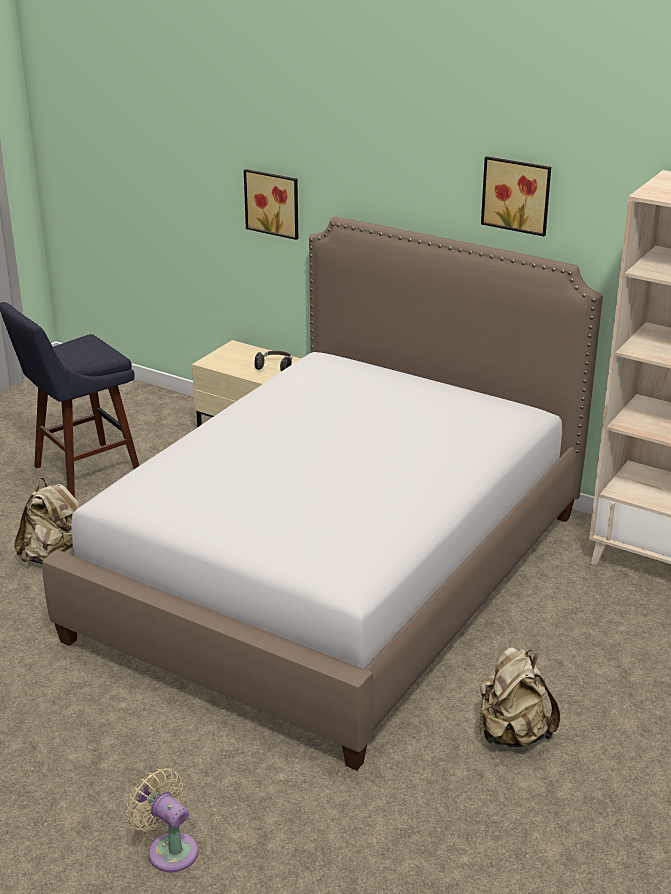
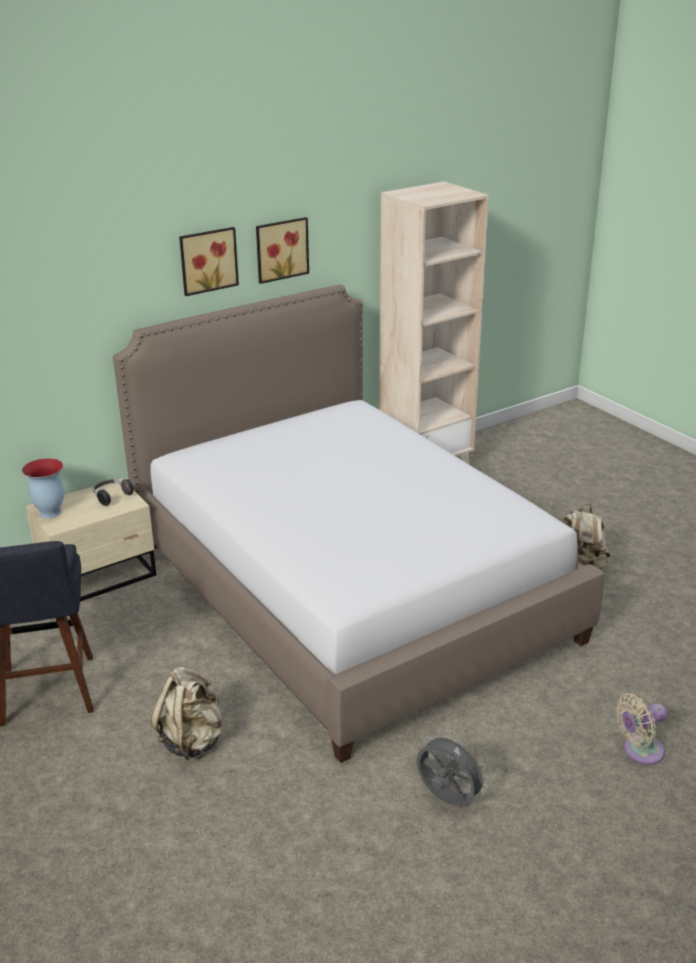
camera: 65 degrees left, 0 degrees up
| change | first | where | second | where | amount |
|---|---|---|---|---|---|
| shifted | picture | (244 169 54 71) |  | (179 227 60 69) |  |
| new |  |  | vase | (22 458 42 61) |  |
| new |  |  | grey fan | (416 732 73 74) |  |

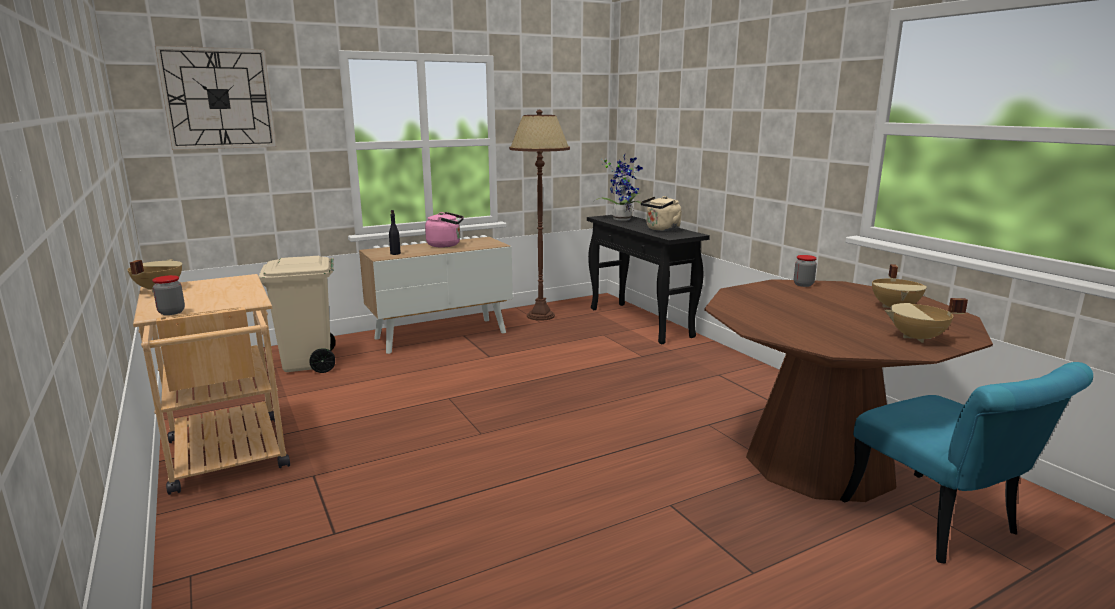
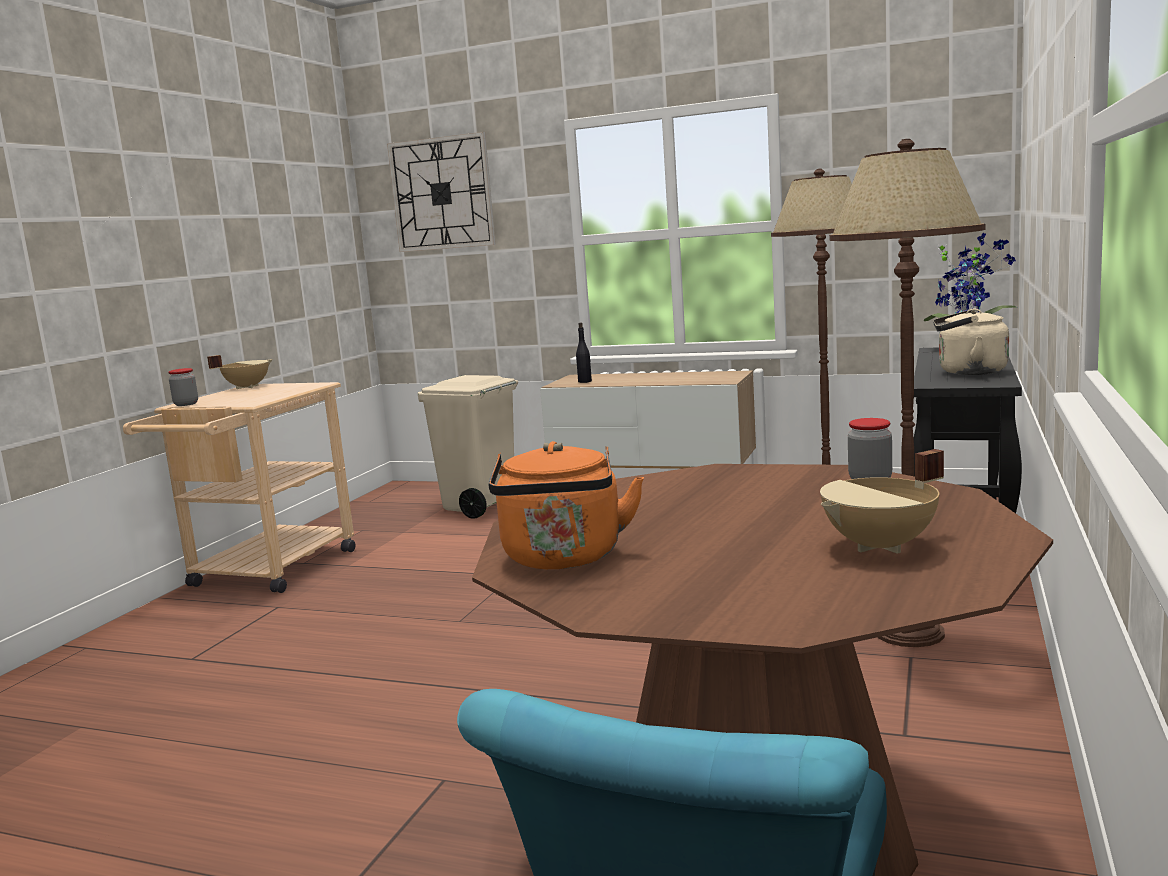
camera: 50 degrees right, 5 degrees down
| change | first | where | second | where | amount |
|---|---|---|---|---|---|
| gone | pink kettle | (425 212 39 35) |  |  |  |
| gone | beige cooking pot | (884 298 84 45) |  |  |  |
| new |  |  | brown floor lamp | (829 139 156 508) |  |
| new |  |  | orange kettle | (489 441 155 128) |  |

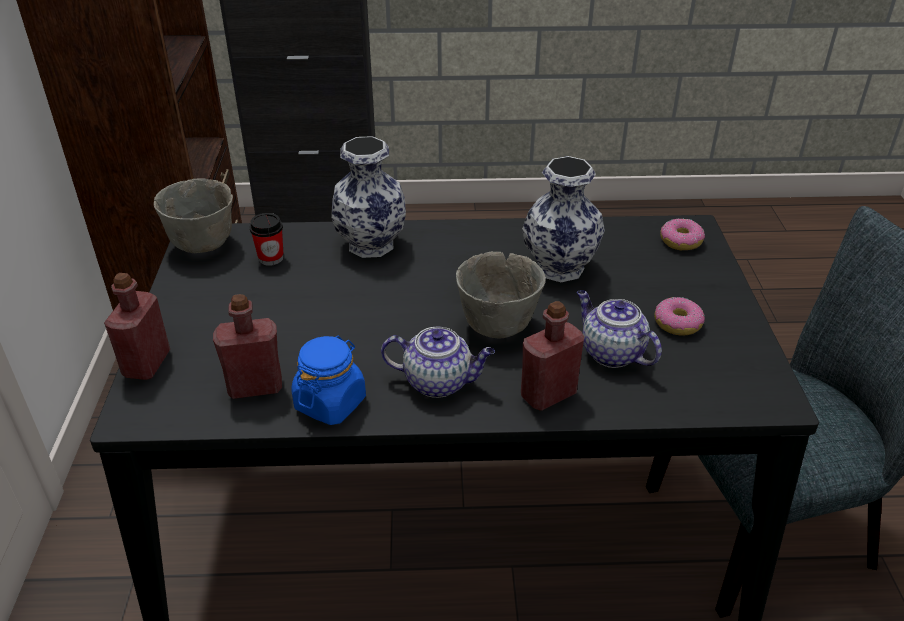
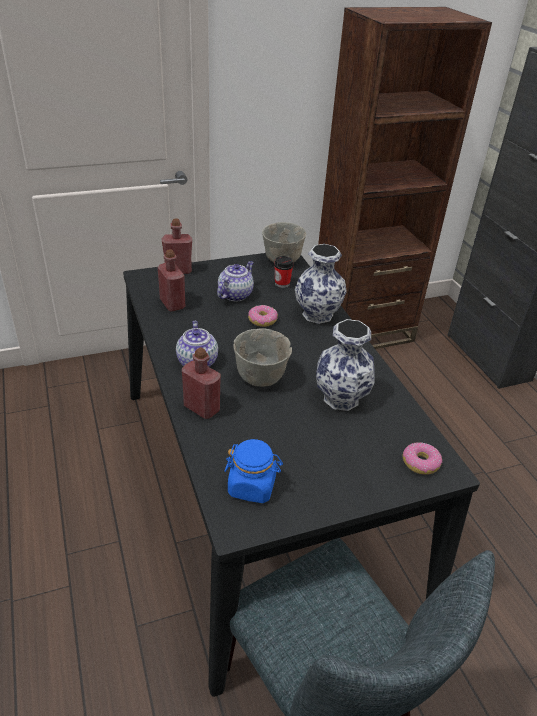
camera: 70 degrees right, 0 degrees up
| change | first | where | second | where | amount |
|---|---|---|---|---|---|
| shifted | teapot | (577 290 85 78) |  | (217 261 37 41) |  |
| shifted | donut | (654 297 51 39) |  | (248 305 30 22) |  |
| shifted | blue jar | (291 336 75 89) |  | (225 439 58 64) |  |

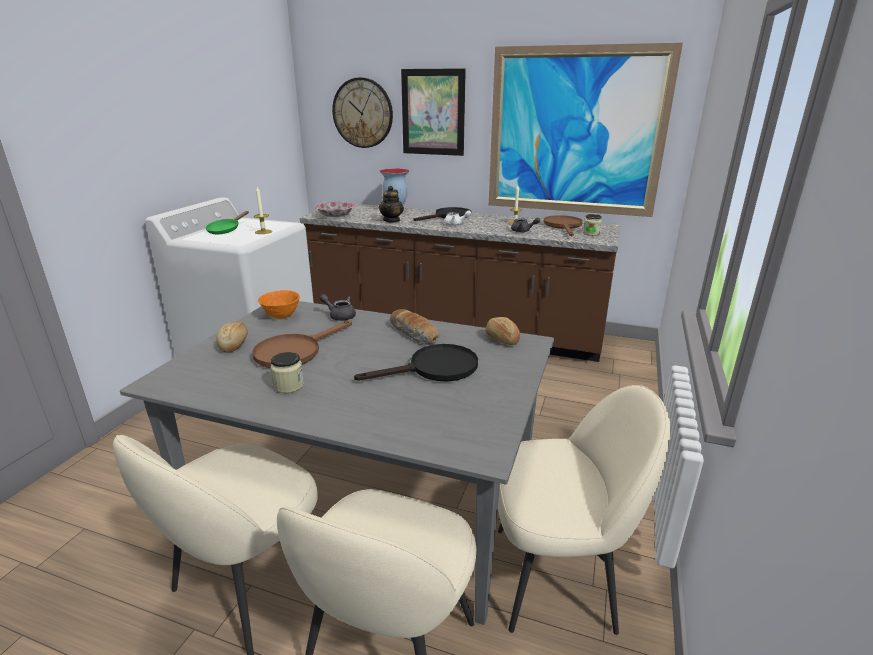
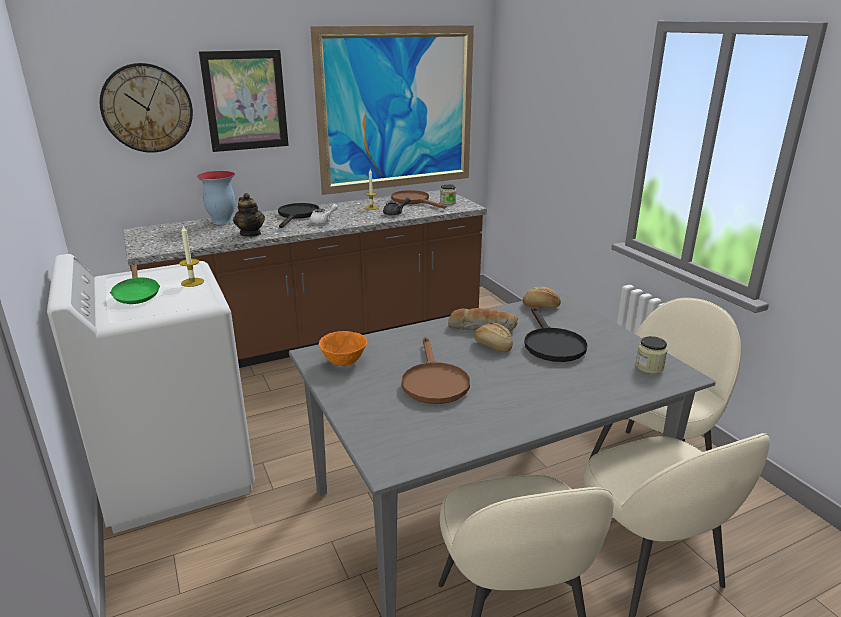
camera: 45 degrees left, 0 degrees up
| change | first | where | second | where | amount |
|---|---|---|---|---|---|
| gone | bowl | (315 202 40 15) |  |  |  |
| gone | grey teapot | (320 294 36 27) |  |  |  |
| shifted | bread | (216 321 32 32) |  | (474 322 39 30) |  |
| rotated | black frying pan | (354 344 124 37) |  | (524 307 64 55) | 150 degrees clockwise |
| shifted | jar | (271 352 33 41) |  | (635 336 32 38) |  |

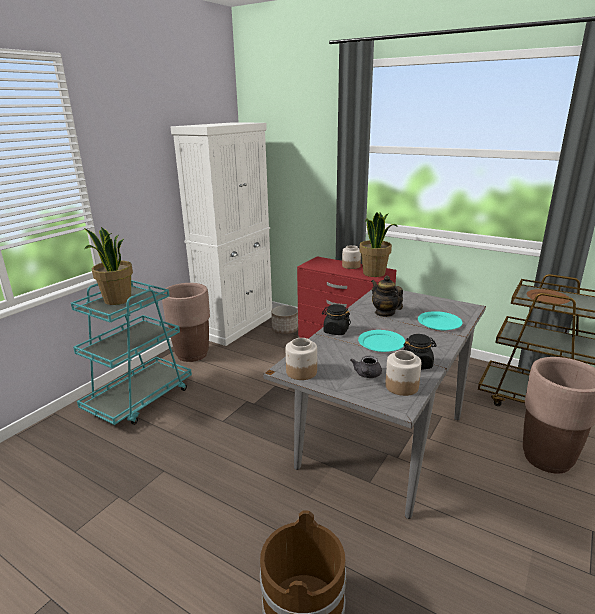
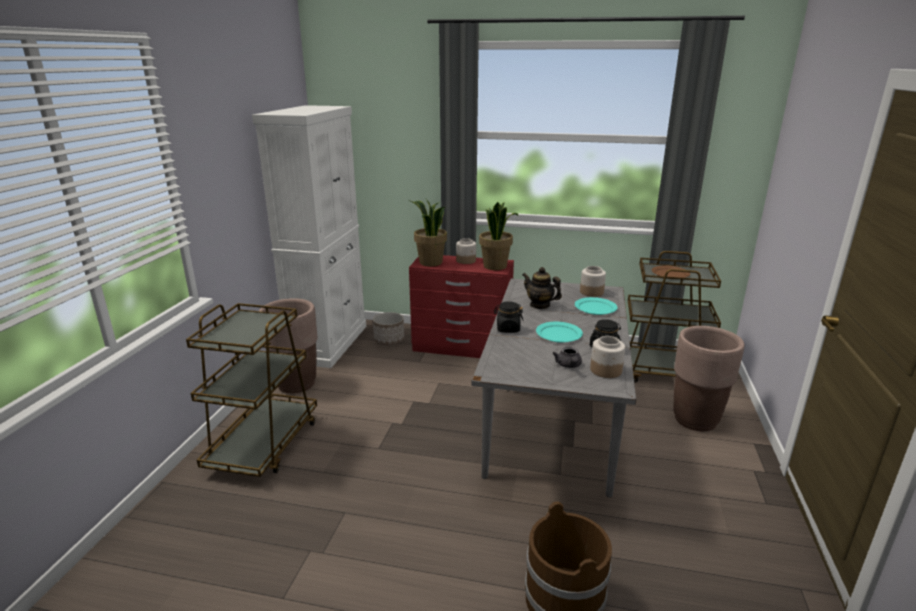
camera: 20 degrees left, 0 degrees up
| change | first | where | second | where | amount |
|---|---|---|---|---|---|
| shifted | potted plant | (84 227 49 78) |  | (409 199 38 67) |  |
| repainted | turquoise cart | (71 280 121 145) | brown cart | (186 303 131 174) |  |
| shifted | jar | (286 338 31 42) |  | (580 266 26 31) |  |

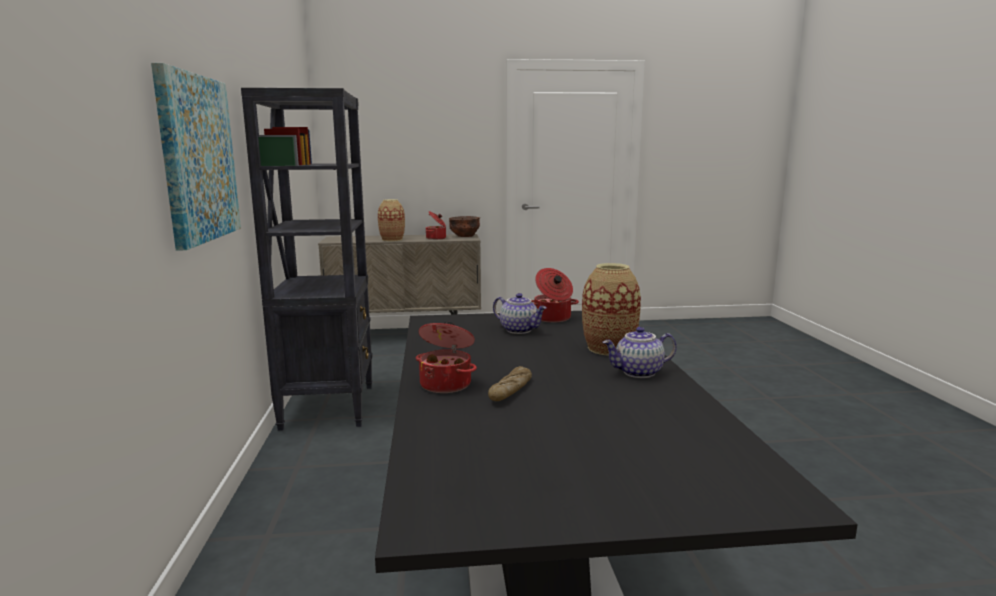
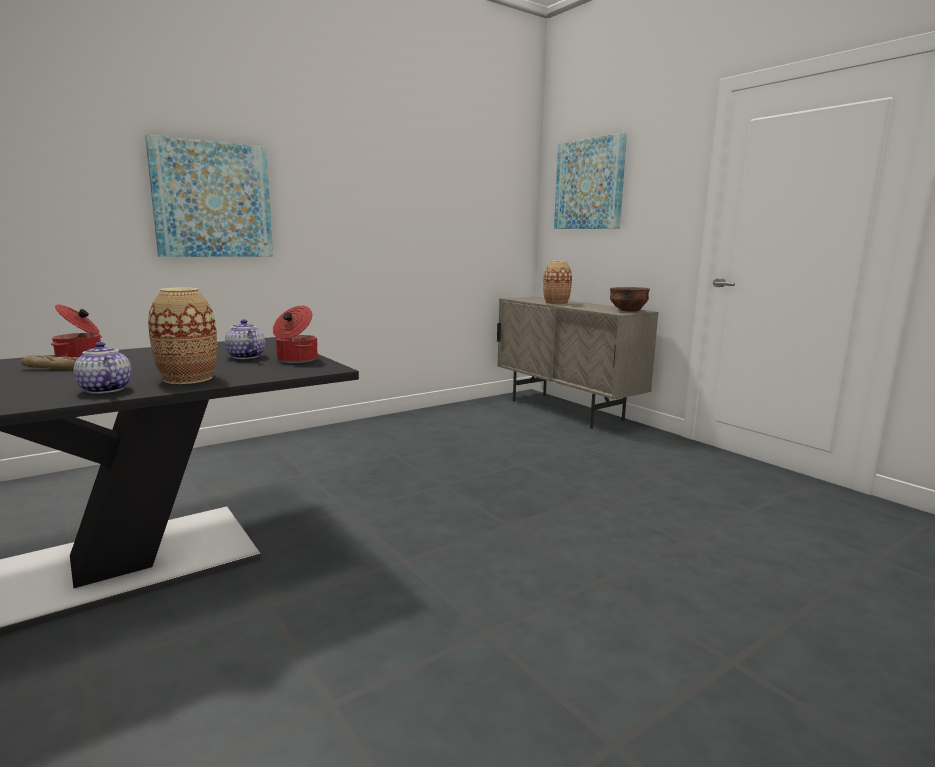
camera: 60 degrees right, 0 degrees up
| change | first | where | second | where | amount |
|---|---|---|---|---|---|
| gone | black bookcase | (241 88 132 343) |  |  |  |
| gone | cooking pot | (426 211 20 29) |  |  |  |
| rotated | teapot | (493 293 54 41) |  | (225 319 40 40) | 135 degrees clockwise |
| new |  |  | picture | (554 133 73 96) |  |

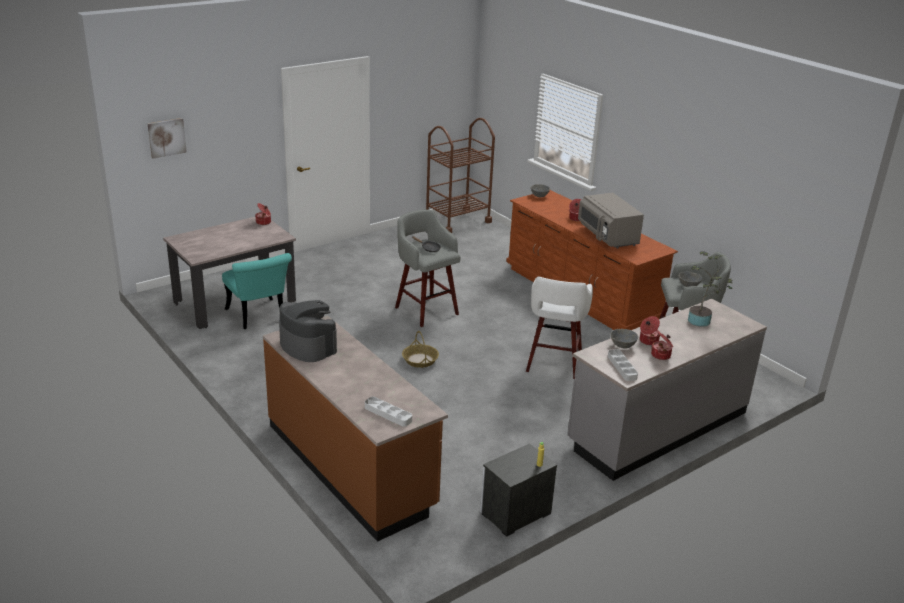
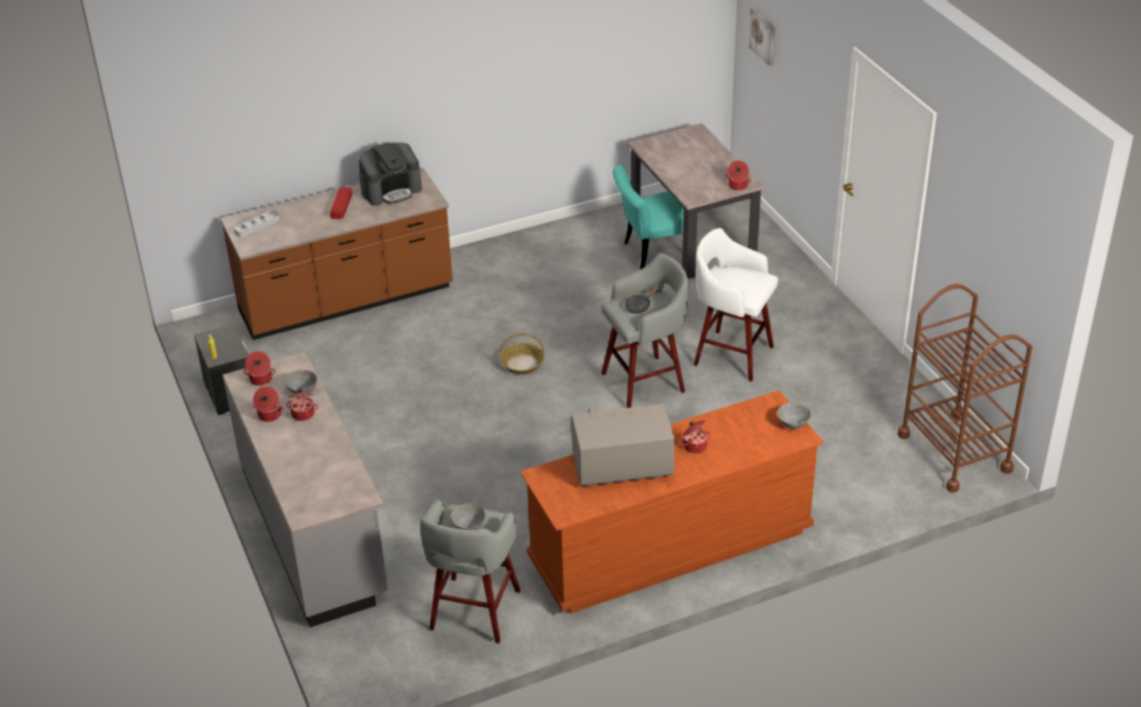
camera: 105 degrees right, 10 degrees up
| change | first | where | second | where | amount |
|---|---|---|---|---|---|
| gone | potted plant | (688 252 45 75) |  |  |  |
| shifted | white stool | (526 276 67 103) |  | (694 228 84 154) |  |
| swapped | grey tray | (608 349 30 32) | cooking pot | (243 351 33 35) |  |
| new |  |  | red tray | (330 187 22 32) |  |

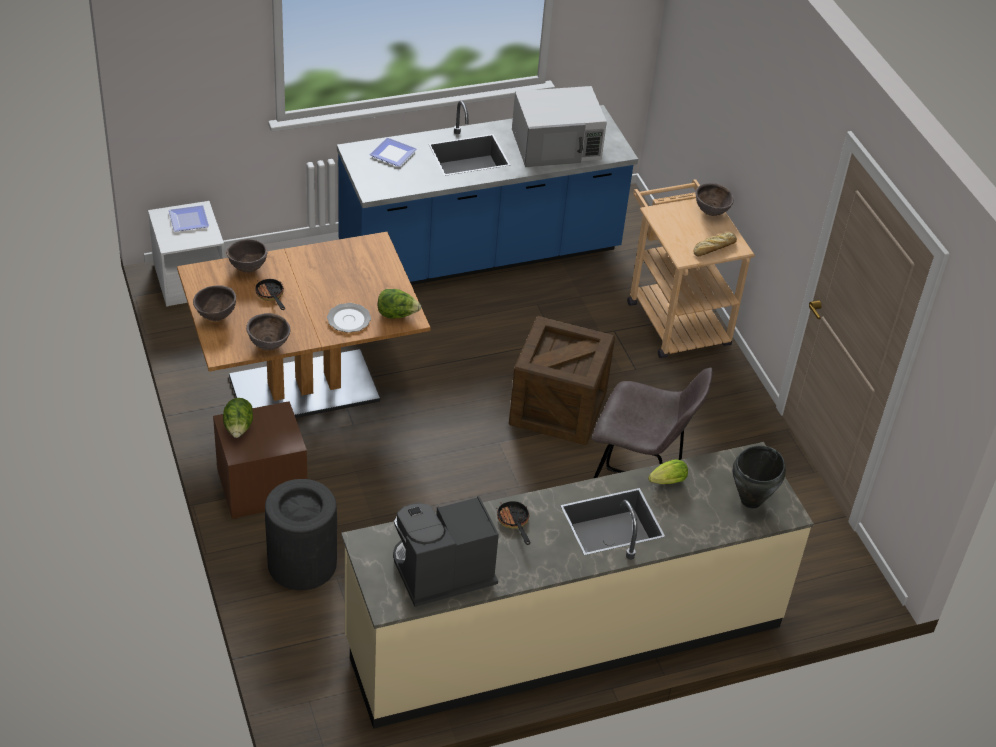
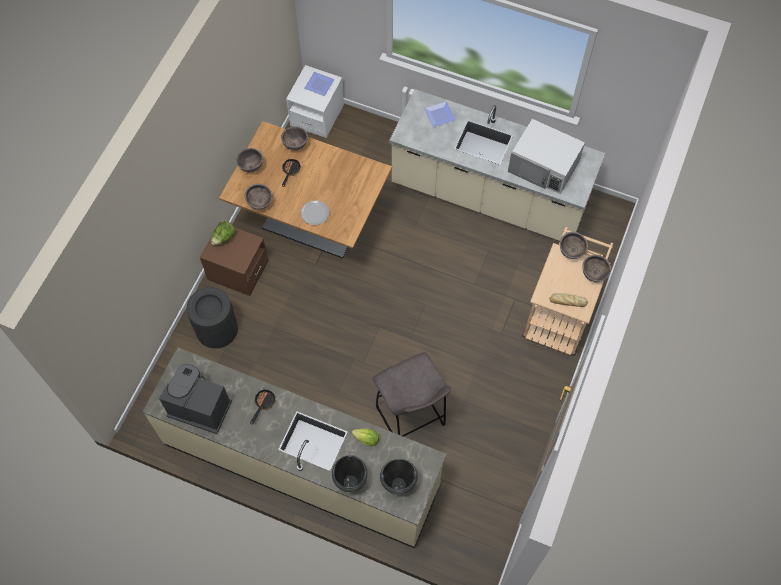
camera: 45 degrees right, 20 degrees up
| change | first | where | second | where | amount |
|---|---|---|---|---|---|
| repainted | blue counter | (337 101 301 184) | beige counter | (389 89 217 152) |  |
| gone | lettuce | (378 289 43 30) |  |  |  |
| gone | crate | (509 316 106 129) |  |  |  |
| new |  |  | brown bowl | (560 232 28 27) |  |
| new |  |  | black cooking pot | (332 455 36 37) |  |

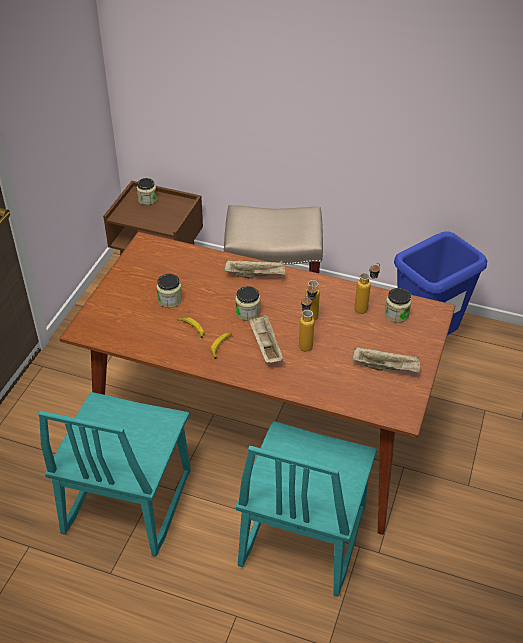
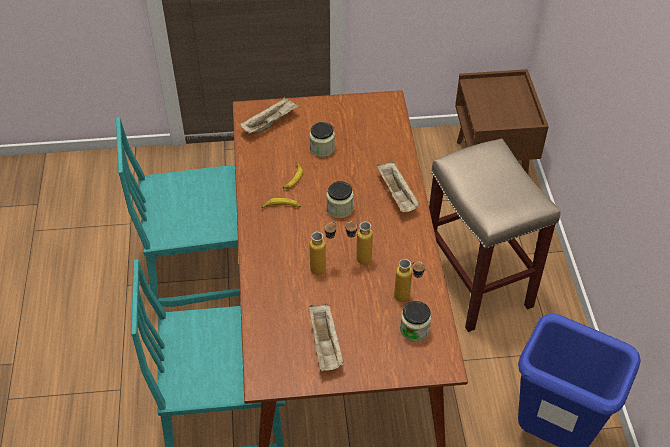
camera: 65 degrees right, 5 degrees up
| change | first | where | second | where | amount |
|---|---|---|---|---|---|
| gone | jar | (136 178 21 27) |  |  |  |
| shifted | beige tray | (249 314 35 49) |  | (240 97 59 37) |  |

